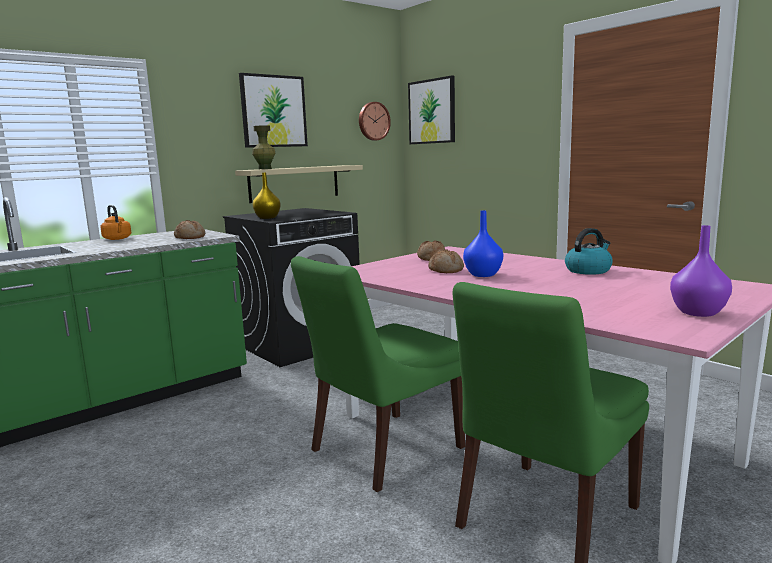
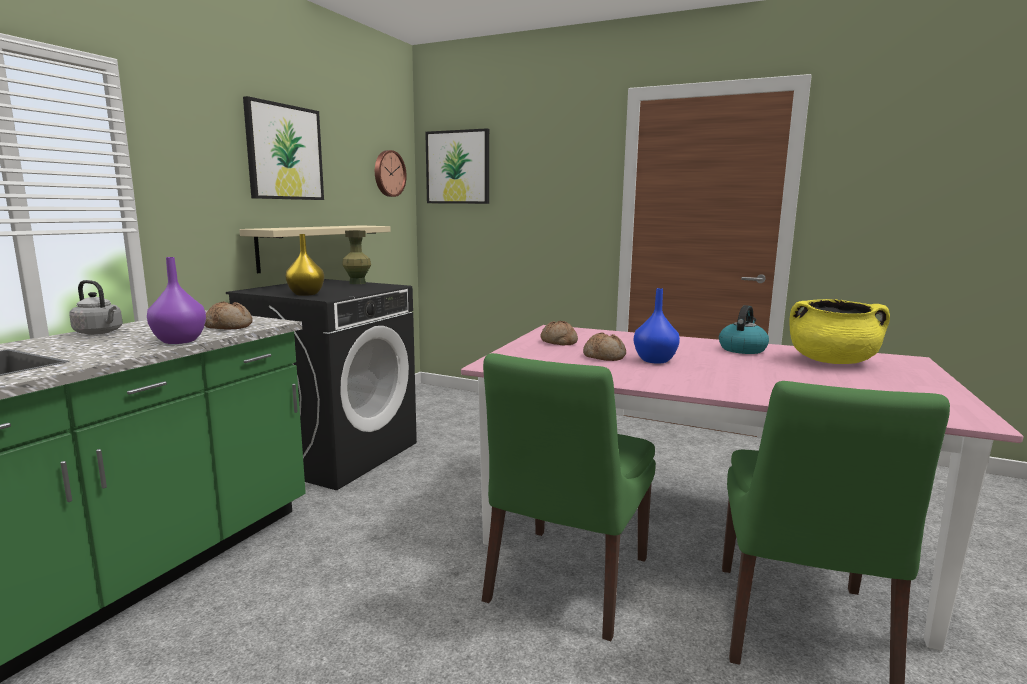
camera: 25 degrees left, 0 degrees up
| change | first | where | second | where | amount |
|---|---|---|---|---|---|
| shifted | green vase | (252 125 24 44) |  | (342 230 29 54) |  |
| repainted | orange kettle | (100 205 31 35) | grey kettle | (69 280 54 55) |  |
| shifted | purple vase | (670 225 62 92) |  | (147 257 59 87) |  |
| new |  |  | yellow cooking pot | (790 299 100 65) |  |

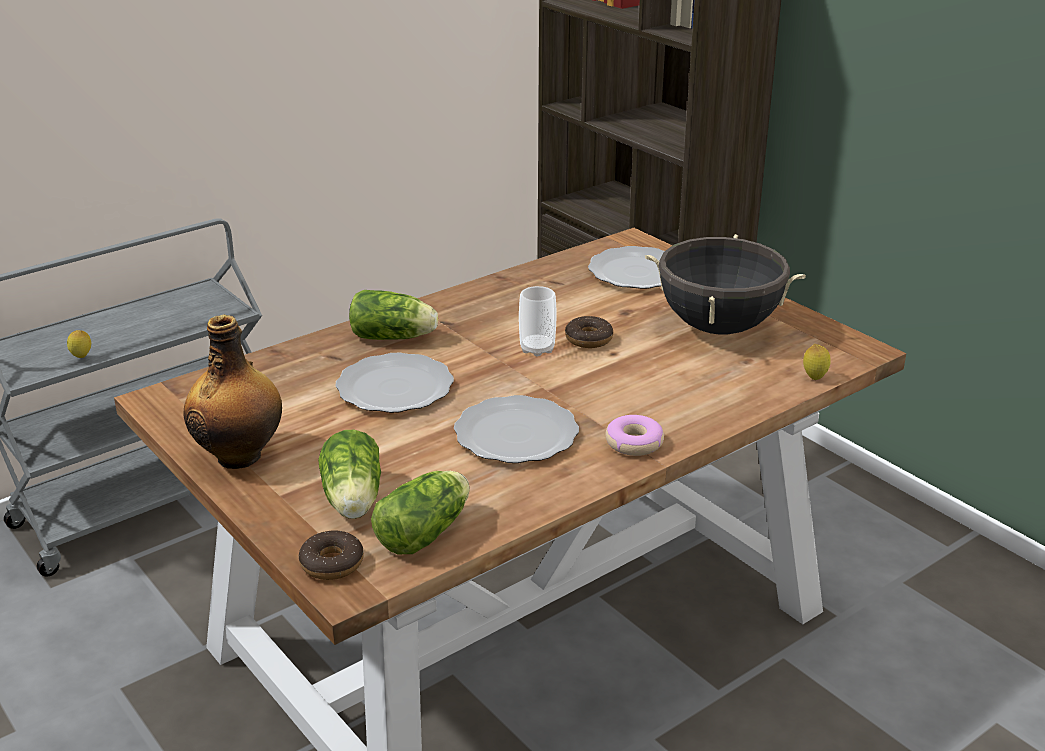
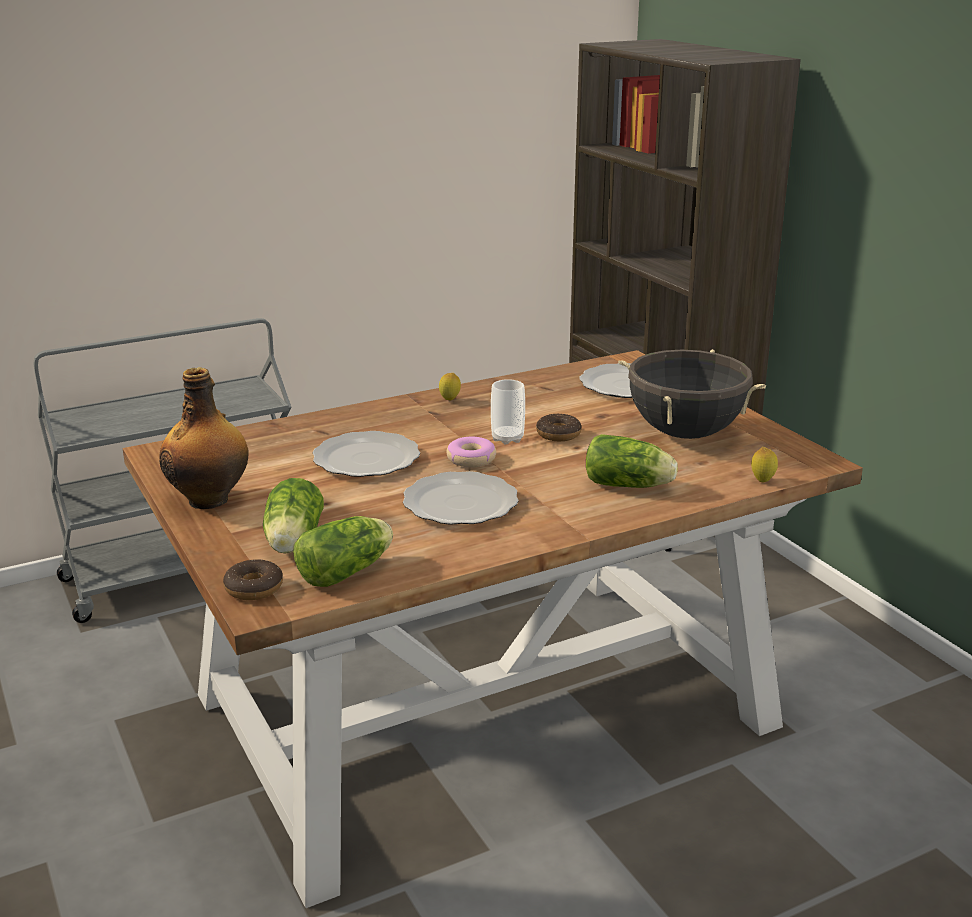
camera: 10 degrees right, 5 degrees down
| change | first | where | second | where | amount |
|---|---|---|---|---|---|
| shifted | lettuce | (349 290 89 50) |  | (586 434 92 54) |  |
| shifted | lemon | (67 330 24 28) |  | (439 373 22 27) |  |
| shifted | donut | (605 415 59 41) |  | (446 437 50 30) |  |

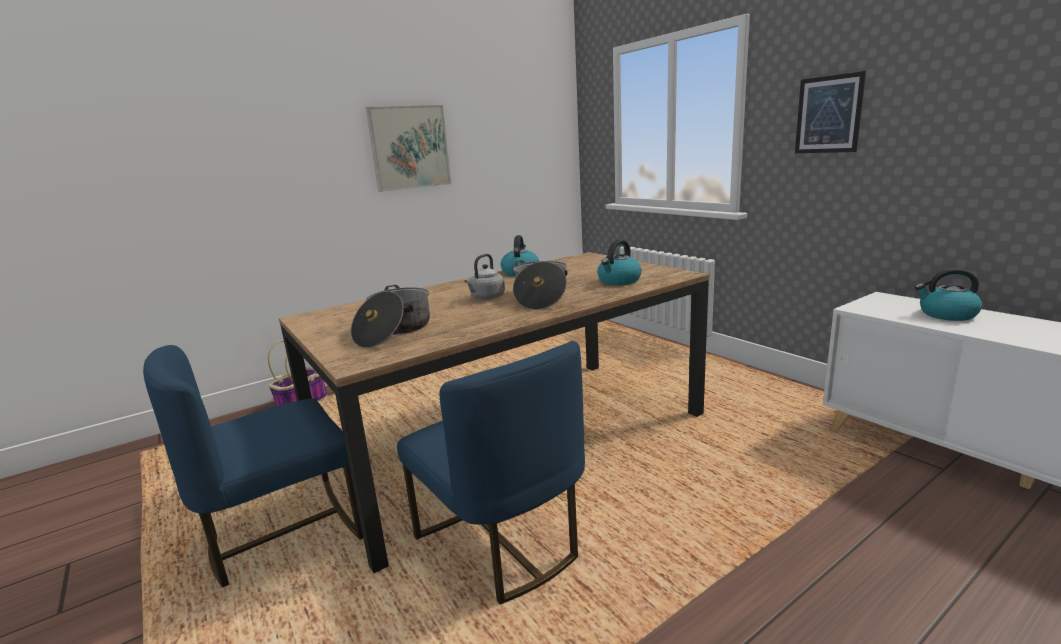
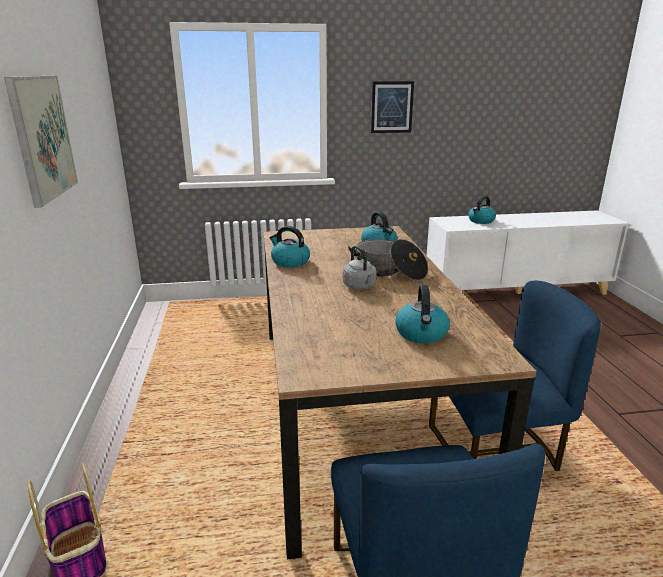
camera: 65 degrees left, 5 degrees up
| change | first | where | second | where | amount |
|---|---|---|---|---|---|
| swapped | cooking pot | (351 285 79 63) | kettle | (395 285 55 58) |  |

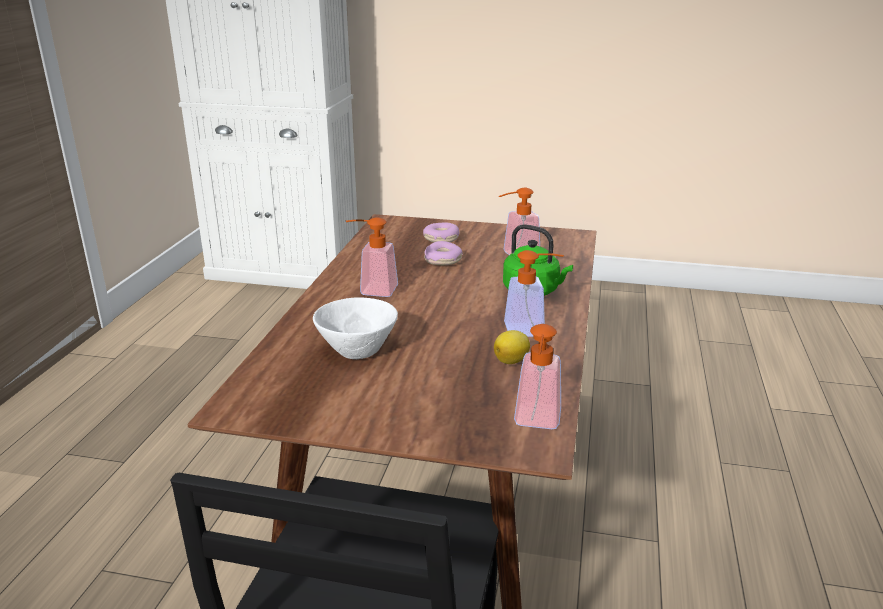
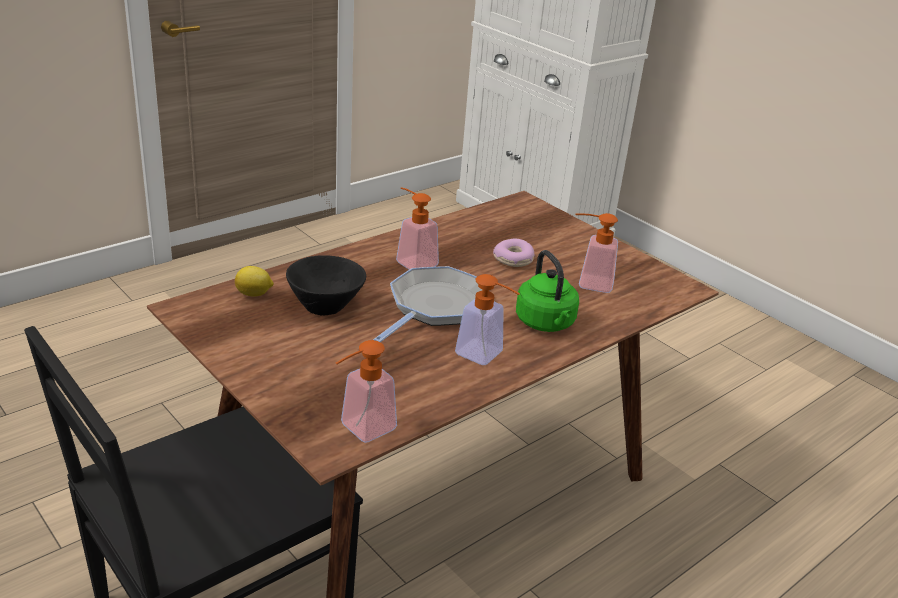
camera: 35 degrees right, 5 degrees up
| change | first | where | second | where | amount |
|---|---|---|---|---|---|
| gone | donut | (423 223 37 19) |  |  |  |
| repainted | white bowl | (313 297 85 62) | black bowl | (286 255 80 60) |  |
| shifted | lemon | (494 330 36 34) |  | (235 266 38 31) |  |
| new |  |  | frying pan | (373 266 109 76) |  |

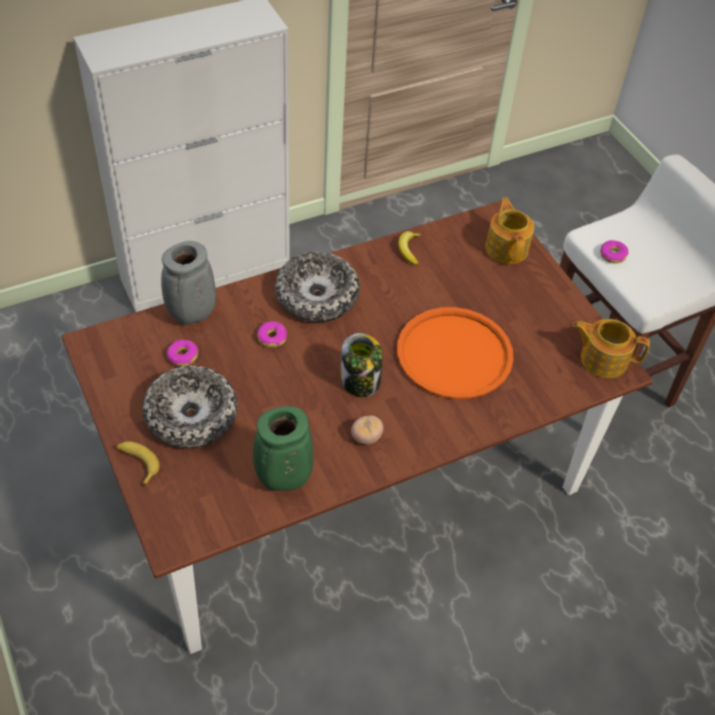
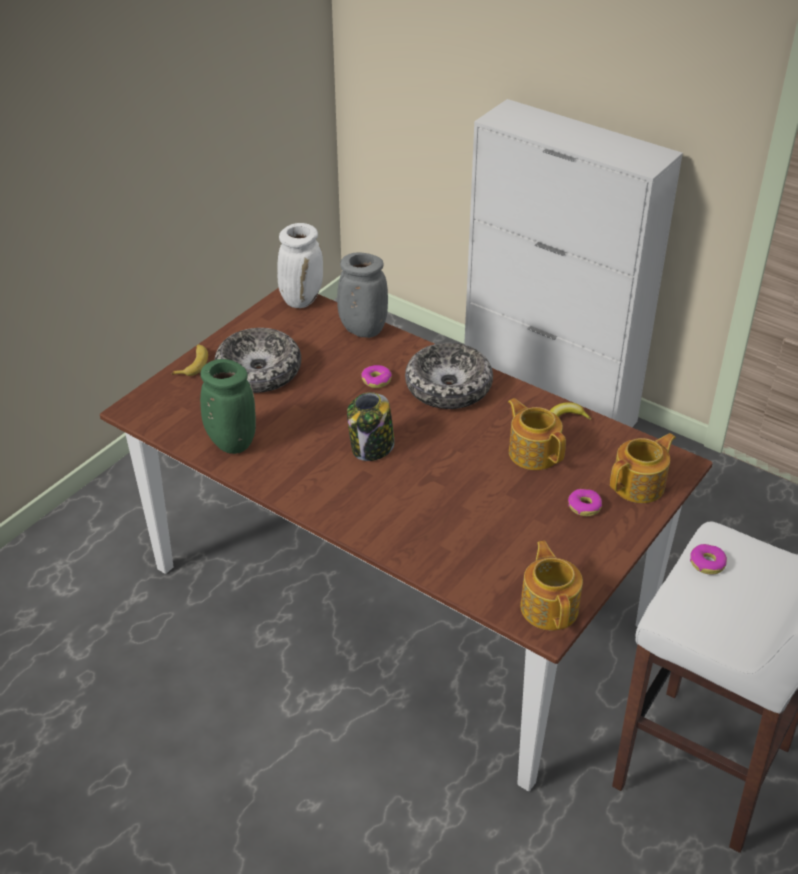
camera: 65 degrees right, 10 degrees down
| change | first | where | second | where | amount |
|---|---|---|---|---|---|
| gone | orange tray | (397 307 116 92) |  |  |  |
| shifted | donut | (167 340 31 26) |  | (568 489 34 27) |  |
| gone | tomato | (351 415 33 30) |  |  |  |
| new |  |  | white vase | (277 223 46 85) |  |
| new |  |  | teapot | (508 398 58 72) |  |

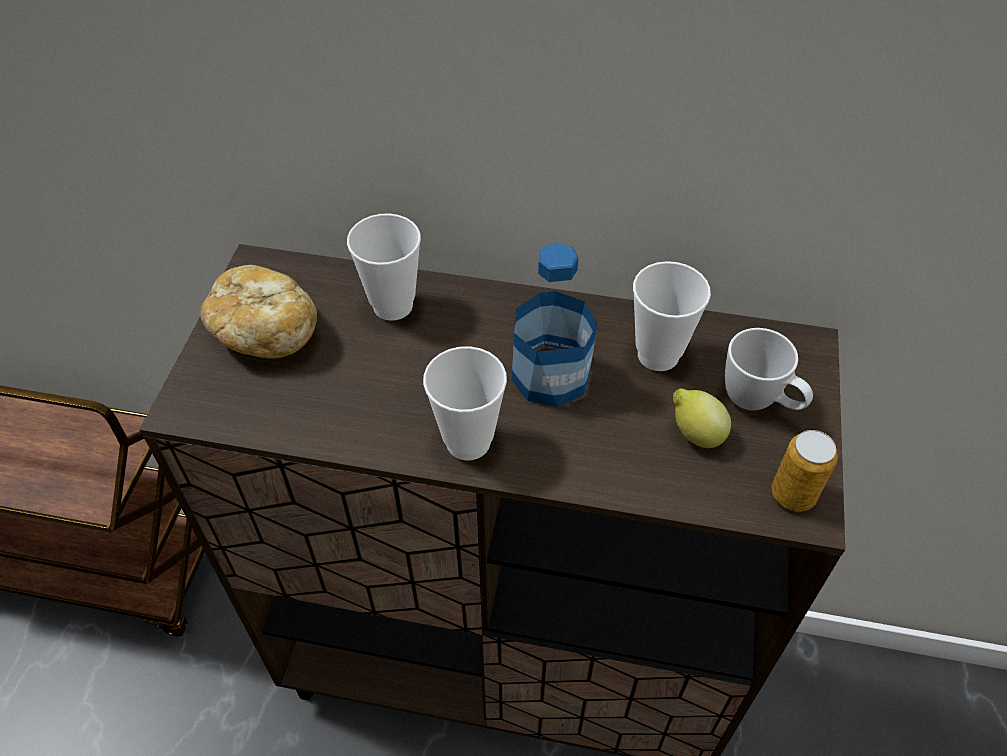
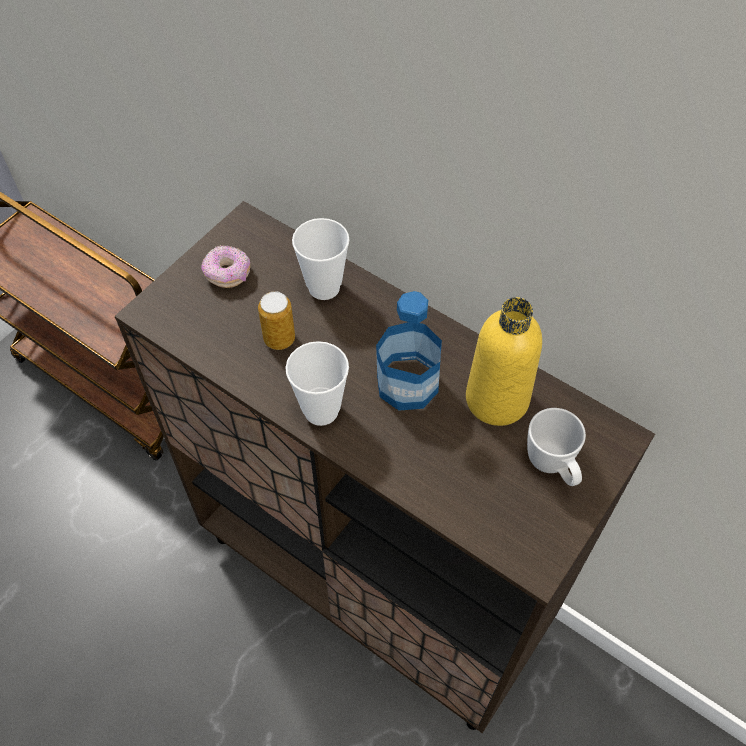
camera: 25 degrees right, 5 degrees up
| change | first | where | second | where | amount |
|---|---|---|---|---|---|
| swapped | cup | (633 261 78 110) | yellow bottle | (466 297 76 129) |  |
| swapped | bread | (200 265 117 94) | donut | (201 245 49 43) |  |
| gone | lemon | (673 388 58 60) |  |  |  |
| shifted | can | (772 430 66 82) |  | (258 291 37 59) |  |

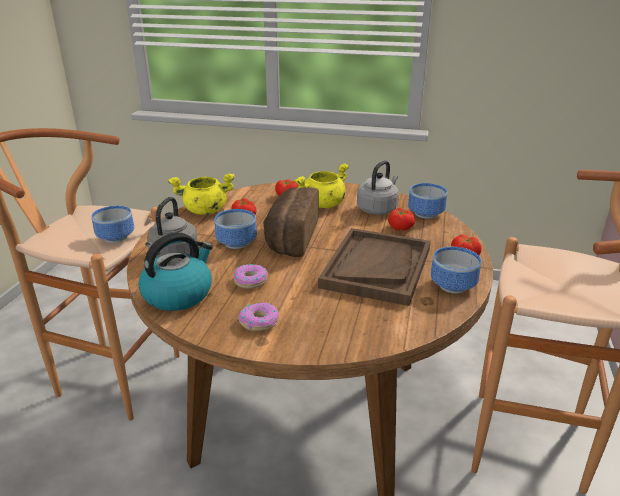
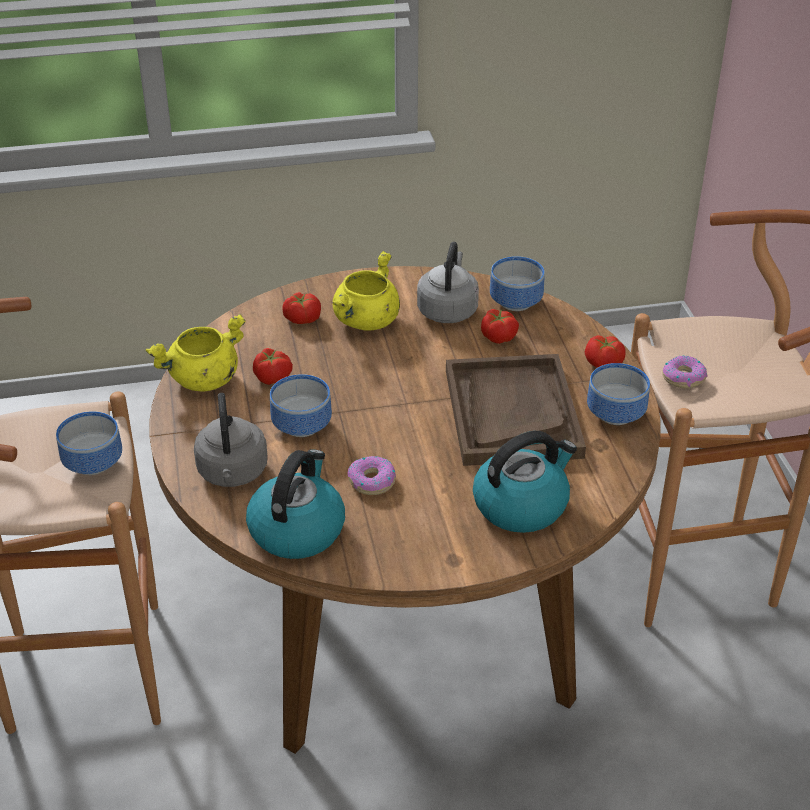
camera: 25 degrees left, 10 degrees up
| change | first | where | second | where | amount |
|---|---|---|---|---|---|
| gone | bread | (263 187 56 70) |  |  |  |
| shifted | donut | (238 302 41 29) |  | (662 355 45 33) |  |
| new |  |  | kettle | (473 431 104 102) |  |

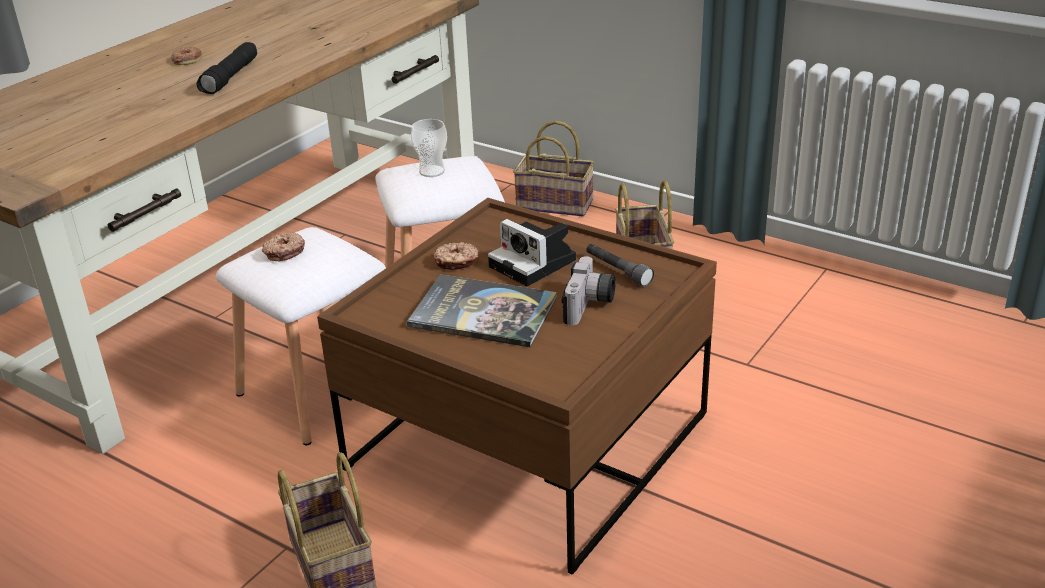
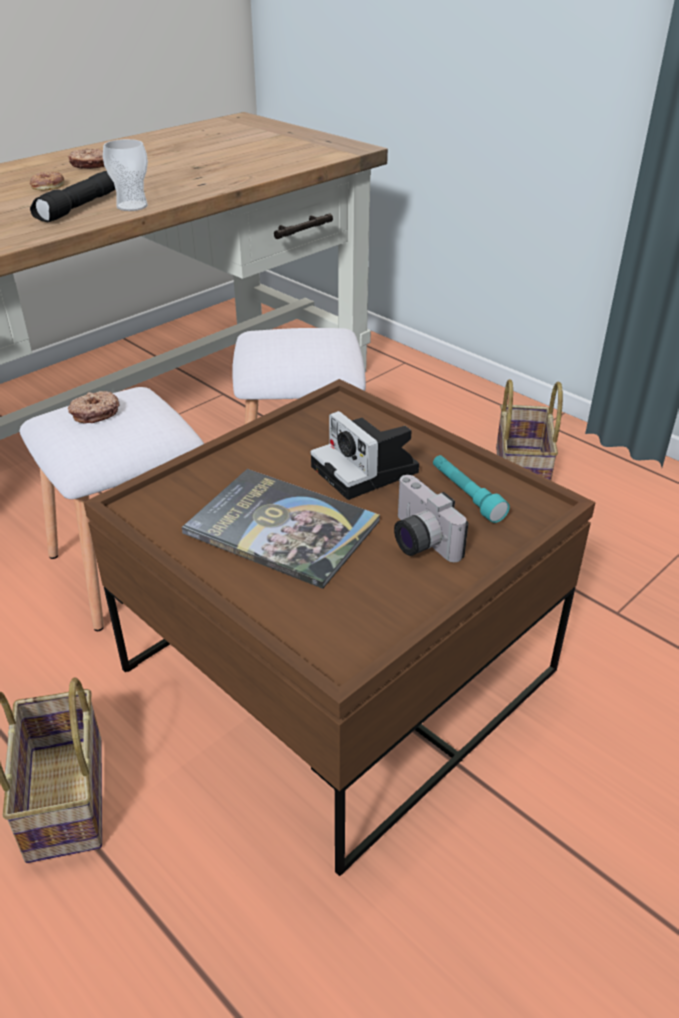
camera: 10 degrees right, 5 degrees up
| change | first | where | second | where | amount |
|---|---|---|---|---|---|
| shifted | cup | (411 119 36 58) |  | (103 139 45 72) |  |
| gone | basket | (513 120 81 97) |  |  |  |
| shifted | donut | (434 242 45 28) |  | (68 149 37 20) |  |
| repainted | grey flashlight | (587 244 67 43) | turquoise flashlight | (433 455 77 68) |  |
| rotated | photo camera | (562 256 54 69) |  | (394 475 74 87) | 120 degrees clockwise |

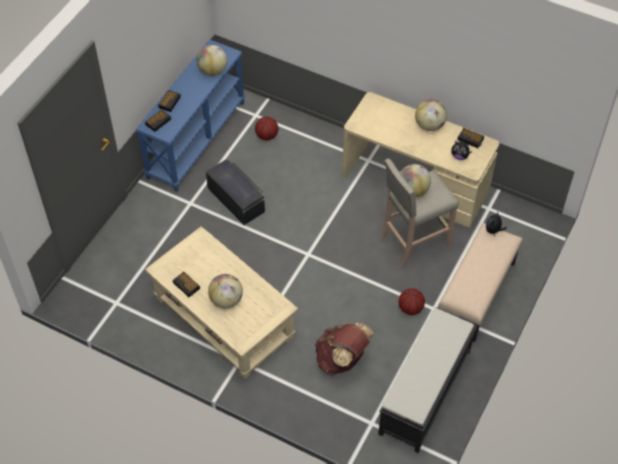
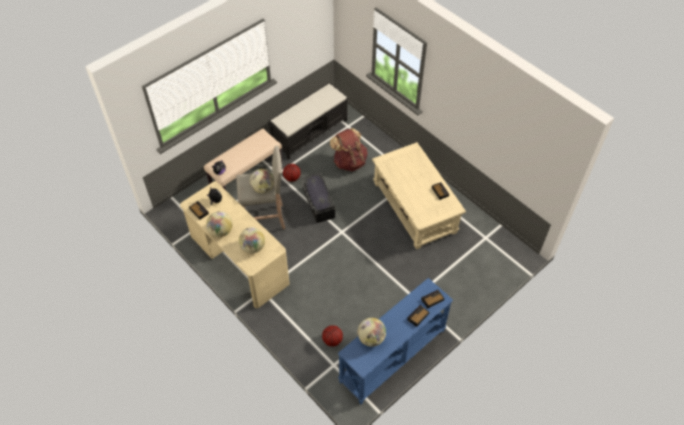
camera: 160 degrees left, 0 degrees up
| change | first | where | second | where | amount |
|---|---|---|---|---|---|
| shifted | black storage box | (206 159 59 66) |  | (301 172 34 51) |  |
| shifted | globe | (208 274 35 34) |  | (239 227 26 27) |  |

